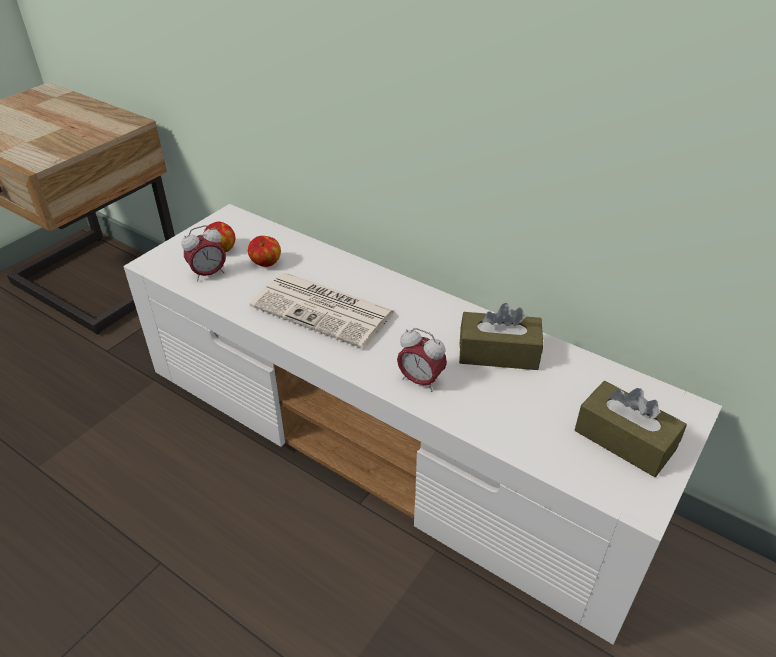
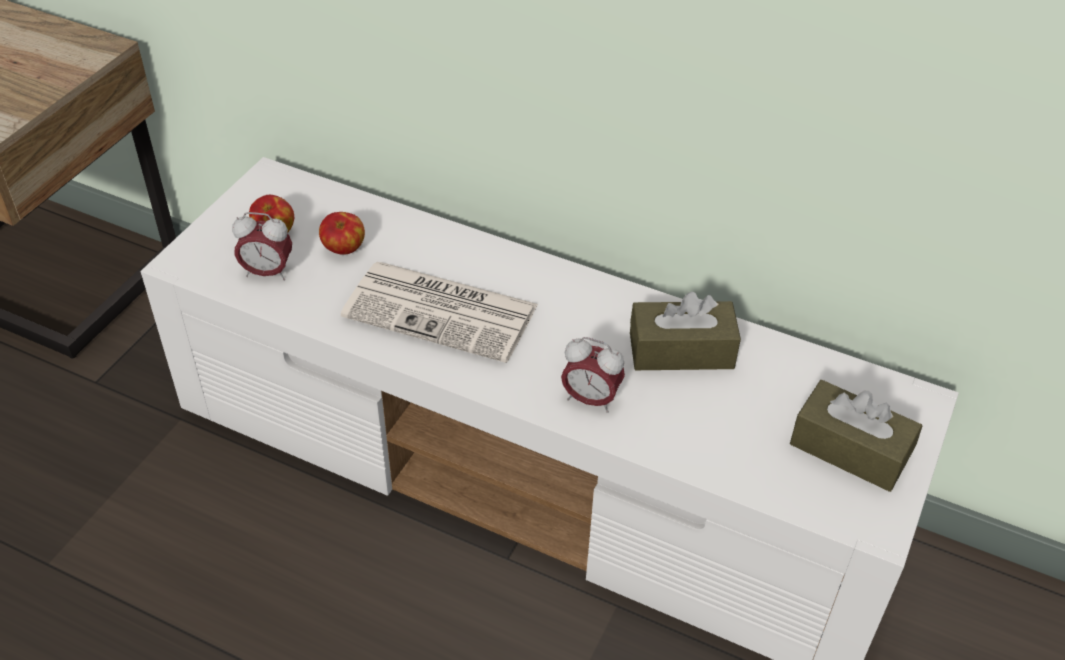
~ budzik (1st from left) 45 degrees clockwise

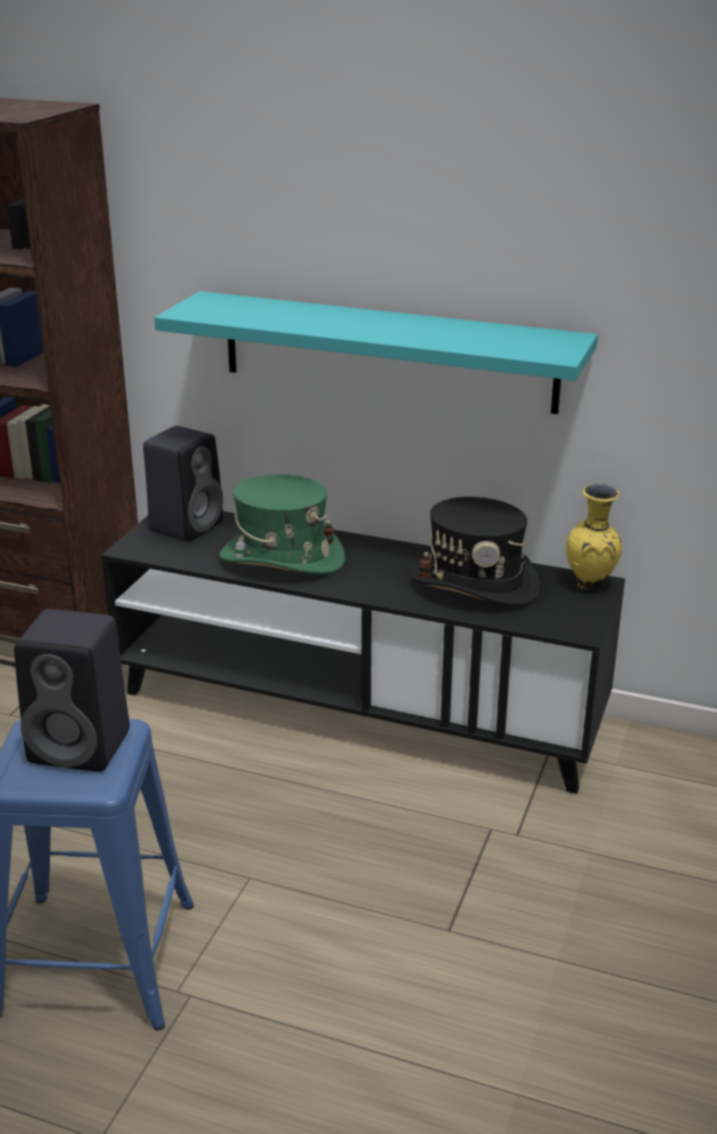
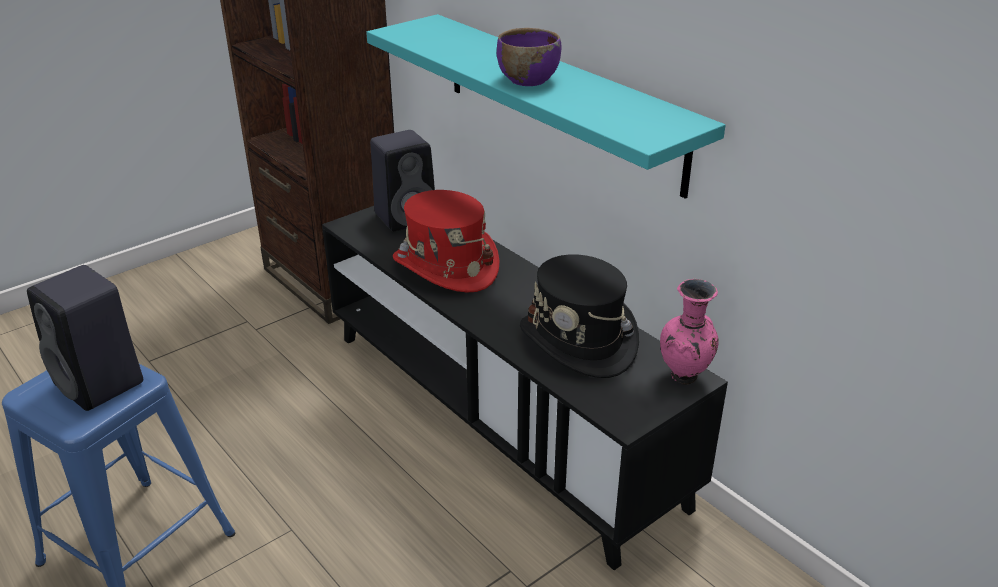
~ kapelusz [zielony] to kapelusz [czerwony]
+ miska [fioletowy]
~ wazon [żółty] to wazon [różowy]

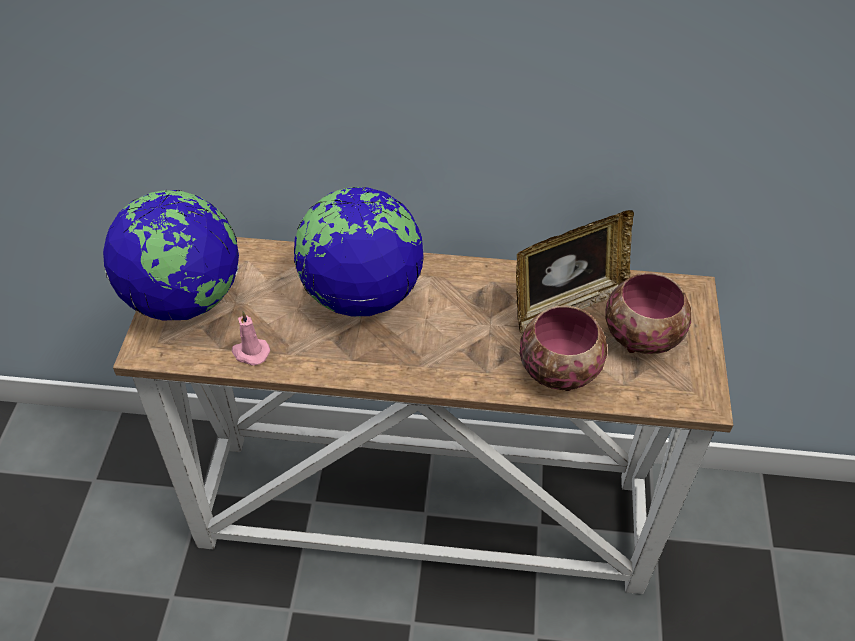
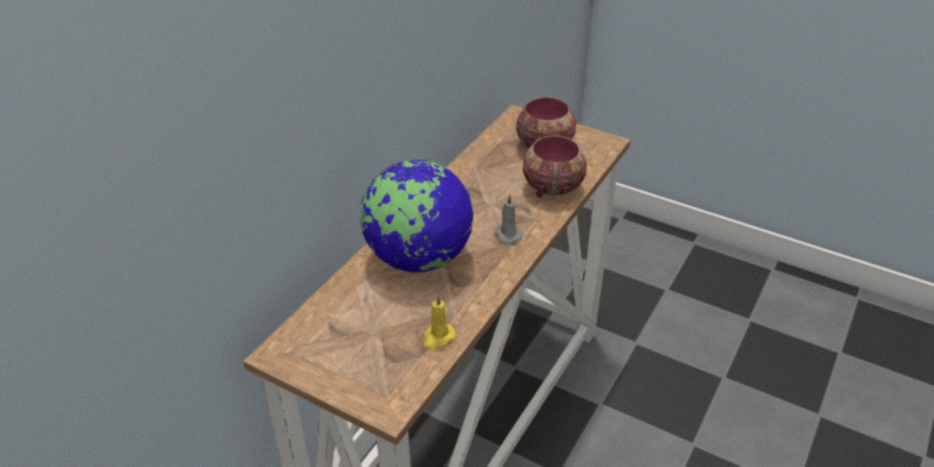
~ świeca [różowy] to świeca [żółty]
+ świeca [szary]
- globus (1st from left)
- ramka na zdjęcie

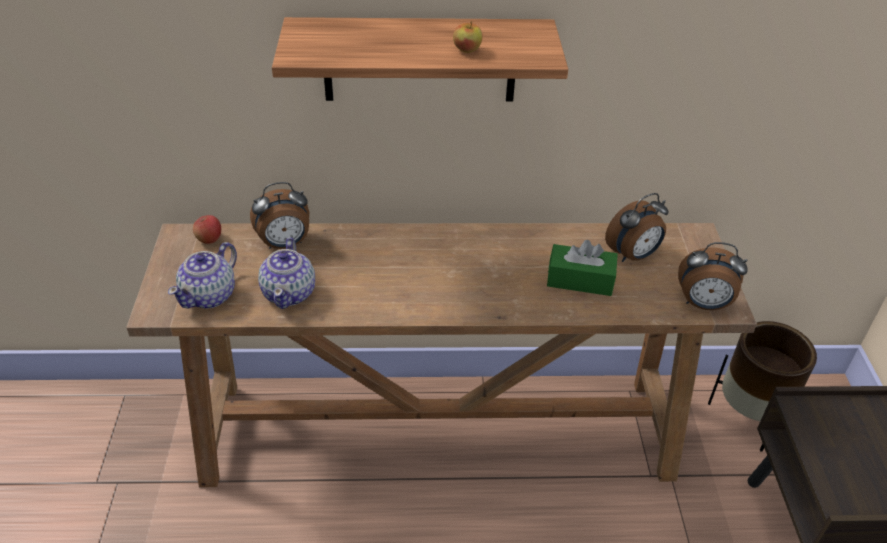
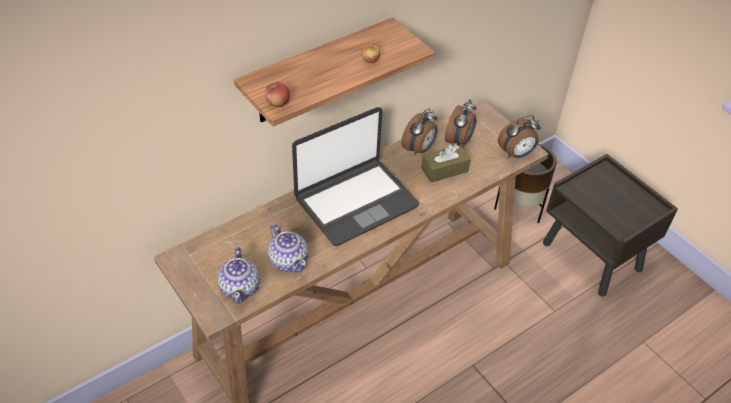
~ jabłko (1st from left)
+ laptop
~ budzik (1st from left)
~ pudełko chusteczek [zielony] to pudełko chusteczek [brązowy]

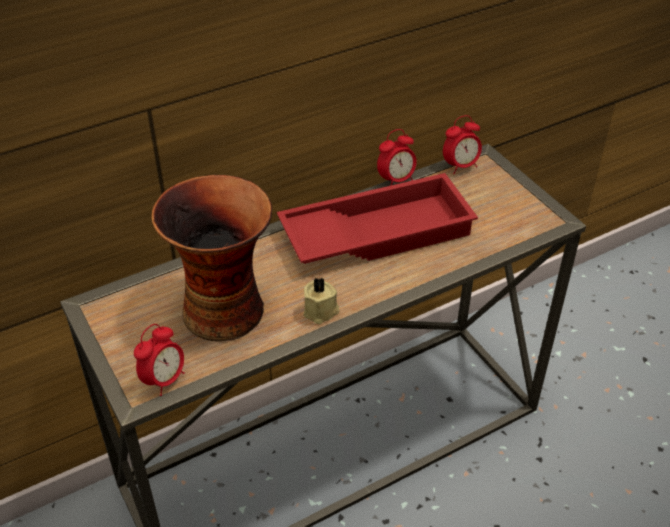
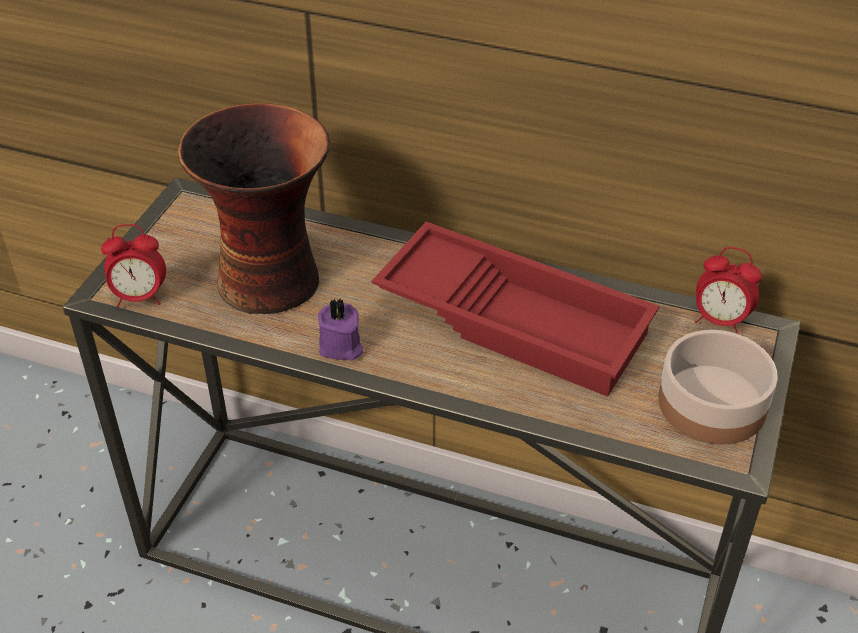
~ świeca [beżowy] to świeca [fioletowy]
+ miska
- budzik (2nd from left)

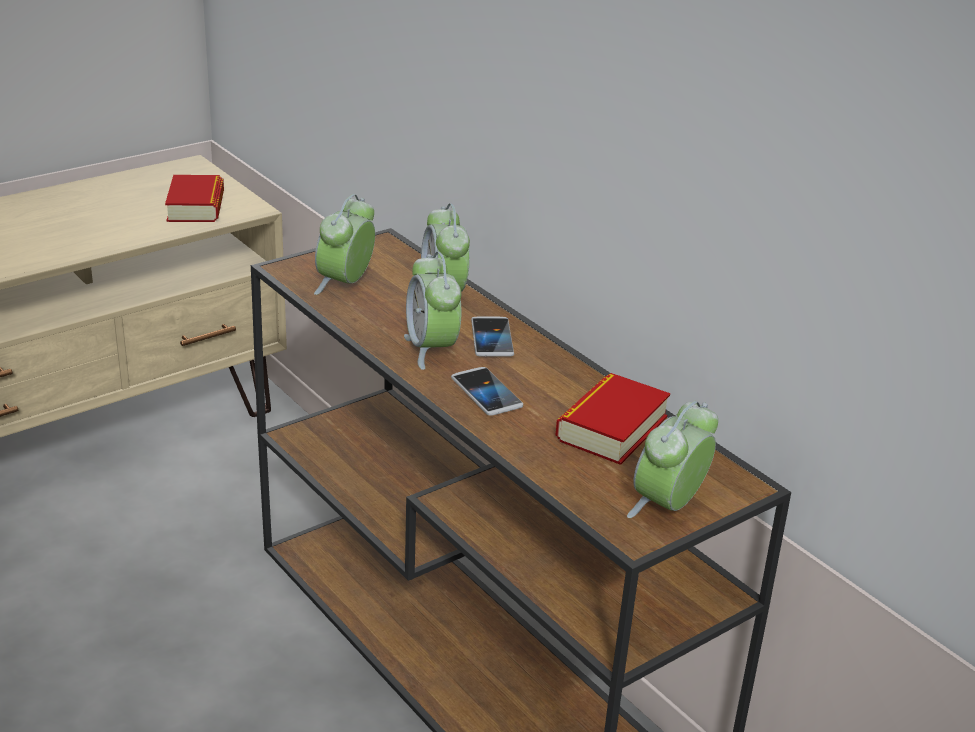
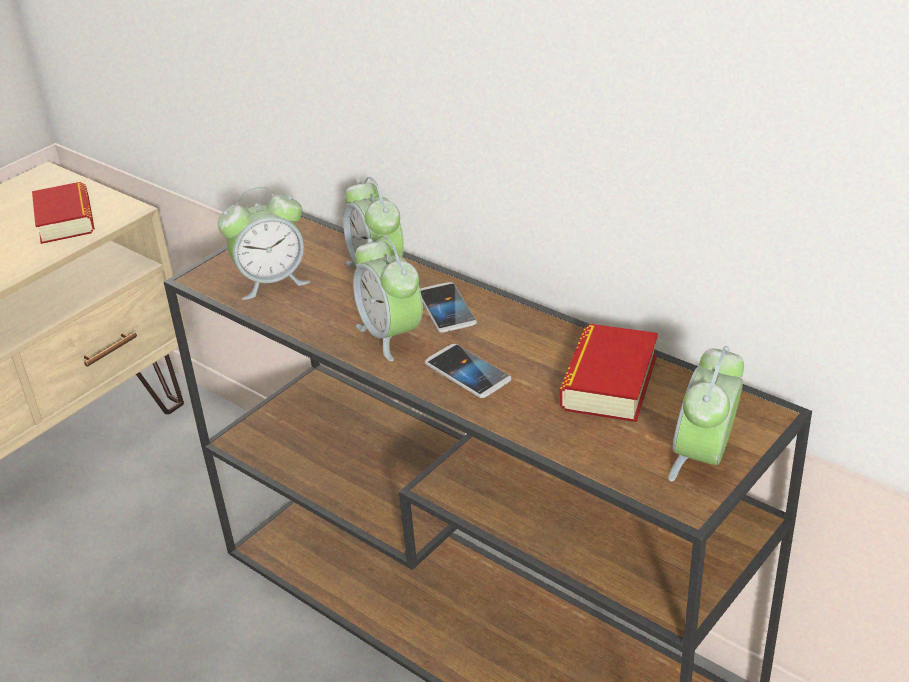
~ budzik (1st from left) 120 degrees counterclockwise

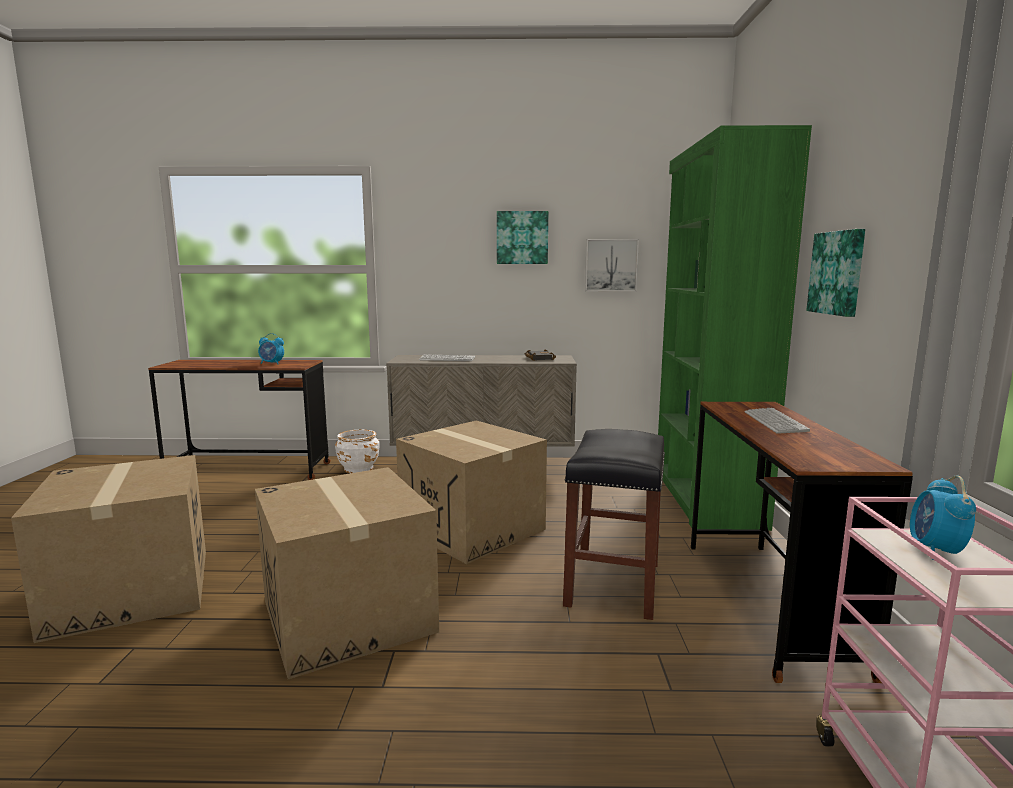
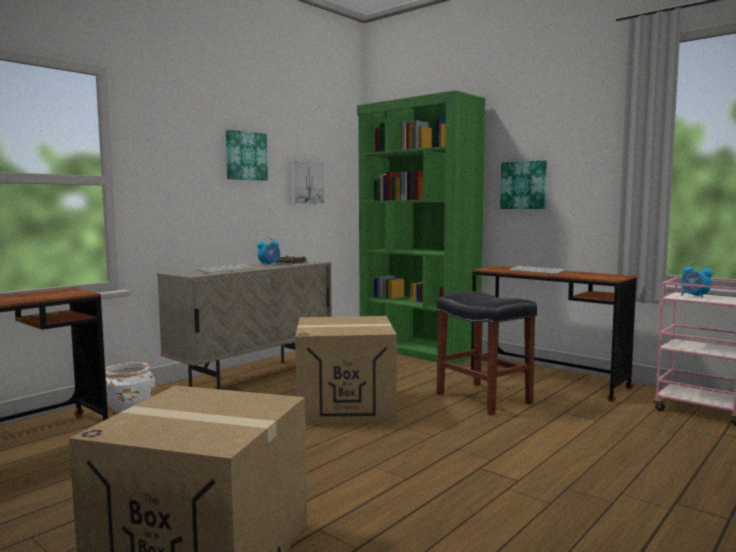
~ budzik (1st from left)
- karton (2nd from left)

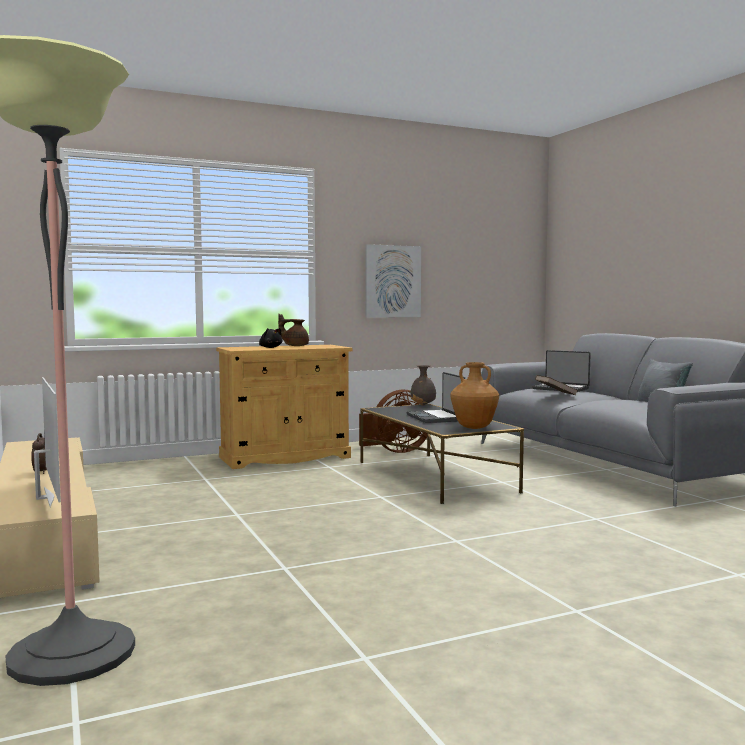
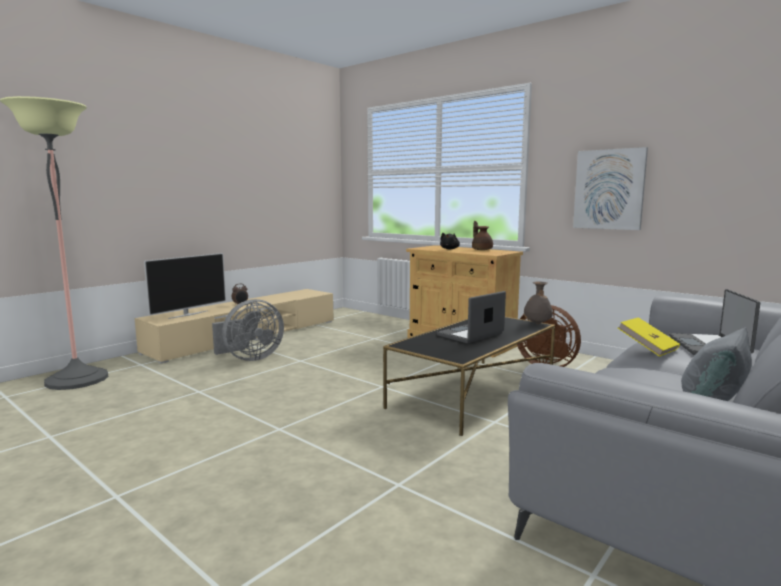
+ wentylator [szary]
~ książka [brązowy] to książka [żółty]
- wazon [brązowy]

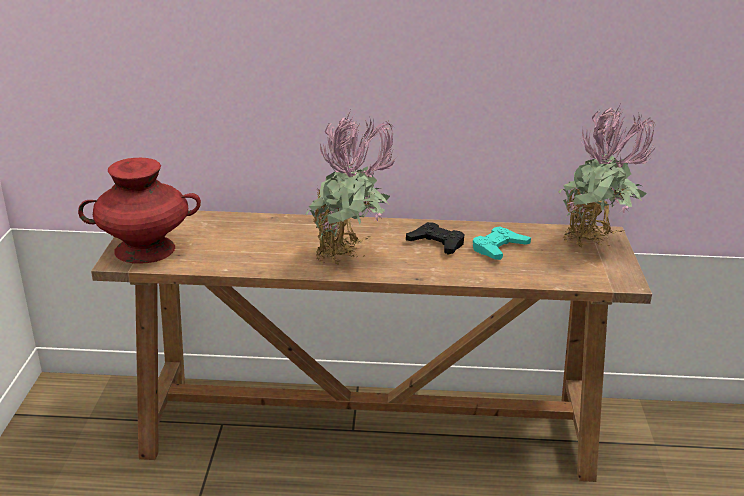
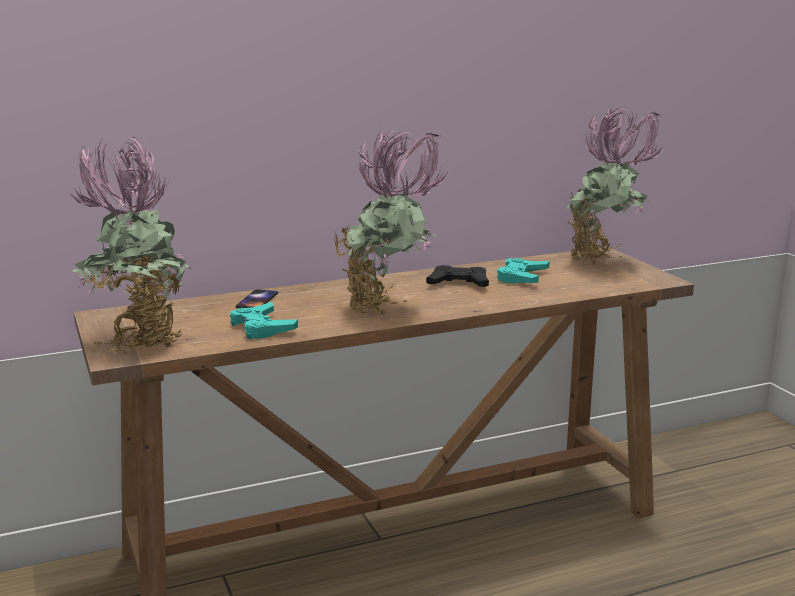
~ wazon [czerwony] to roślina doniczkowa (1st from left)
+ pad do gier [turkusowy] (1st from left)
+ telefon

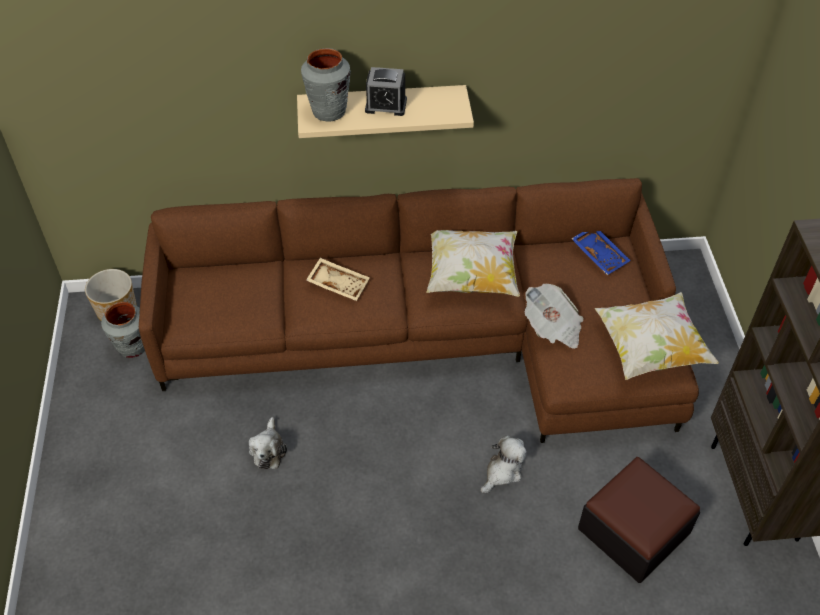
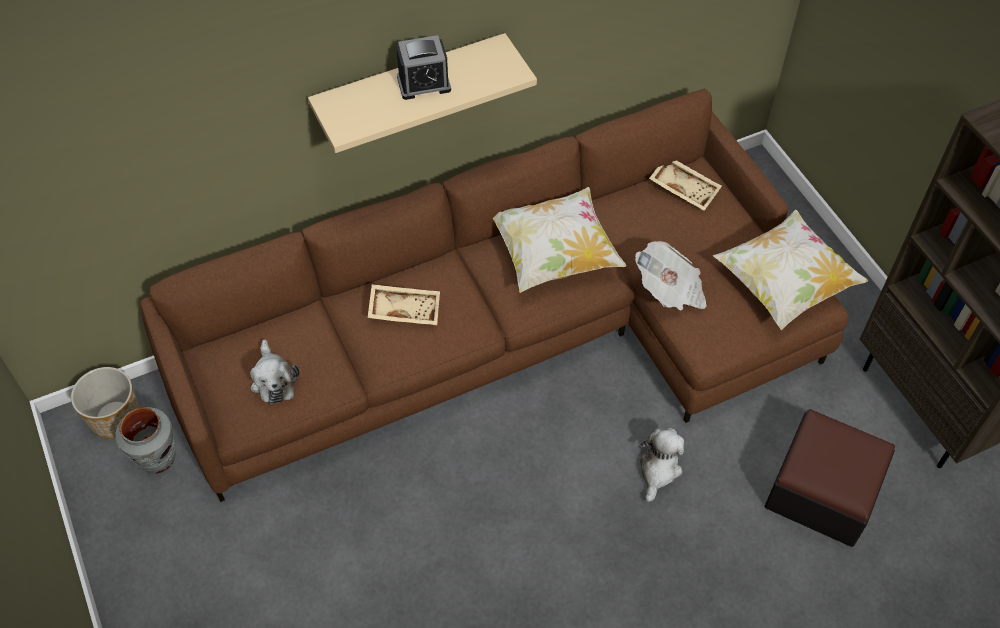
~ pluszak (1st from left)
~ taca [niebieski] to taca [beżowy] (2nd from left)
- wazon [szary] (2nd from left)

